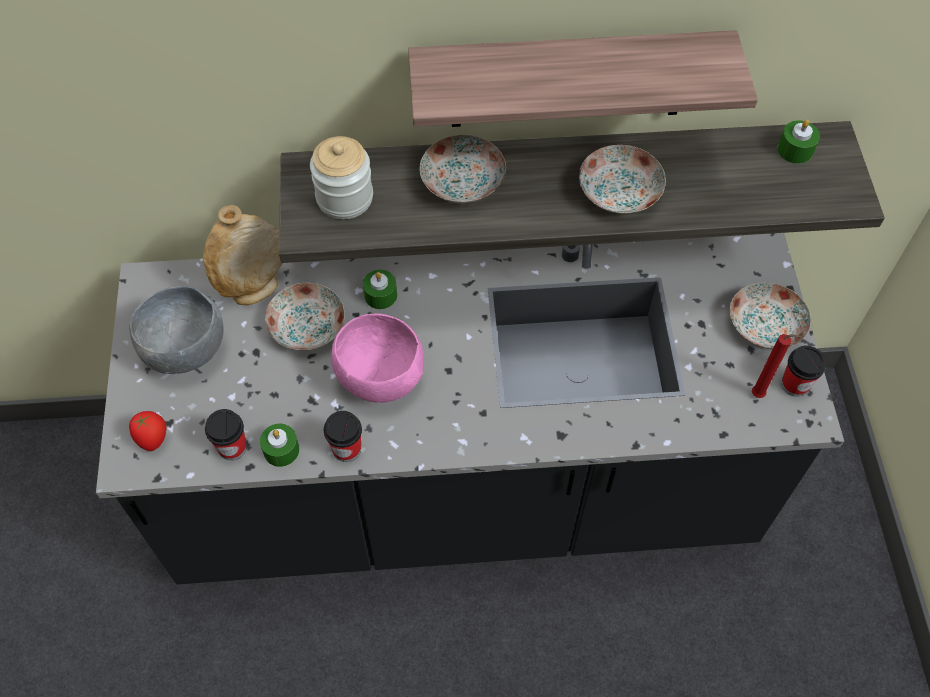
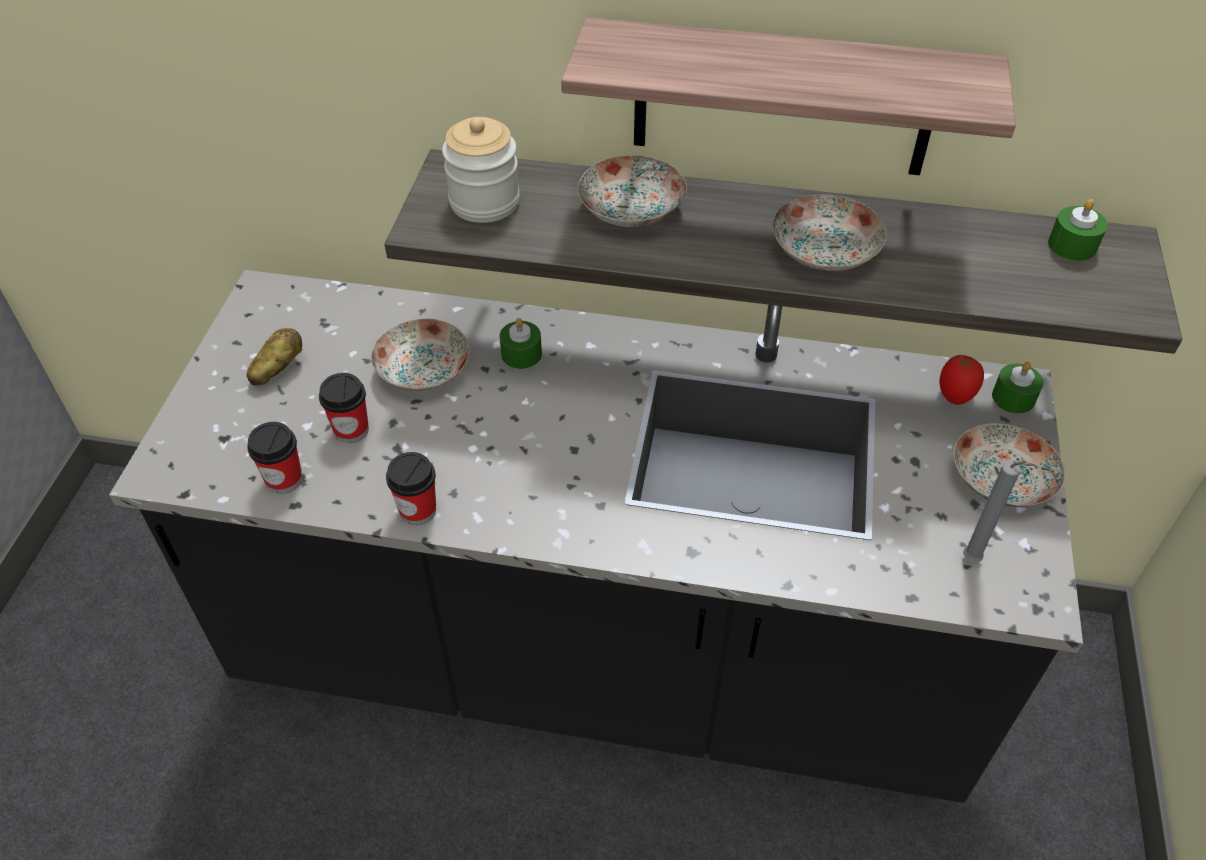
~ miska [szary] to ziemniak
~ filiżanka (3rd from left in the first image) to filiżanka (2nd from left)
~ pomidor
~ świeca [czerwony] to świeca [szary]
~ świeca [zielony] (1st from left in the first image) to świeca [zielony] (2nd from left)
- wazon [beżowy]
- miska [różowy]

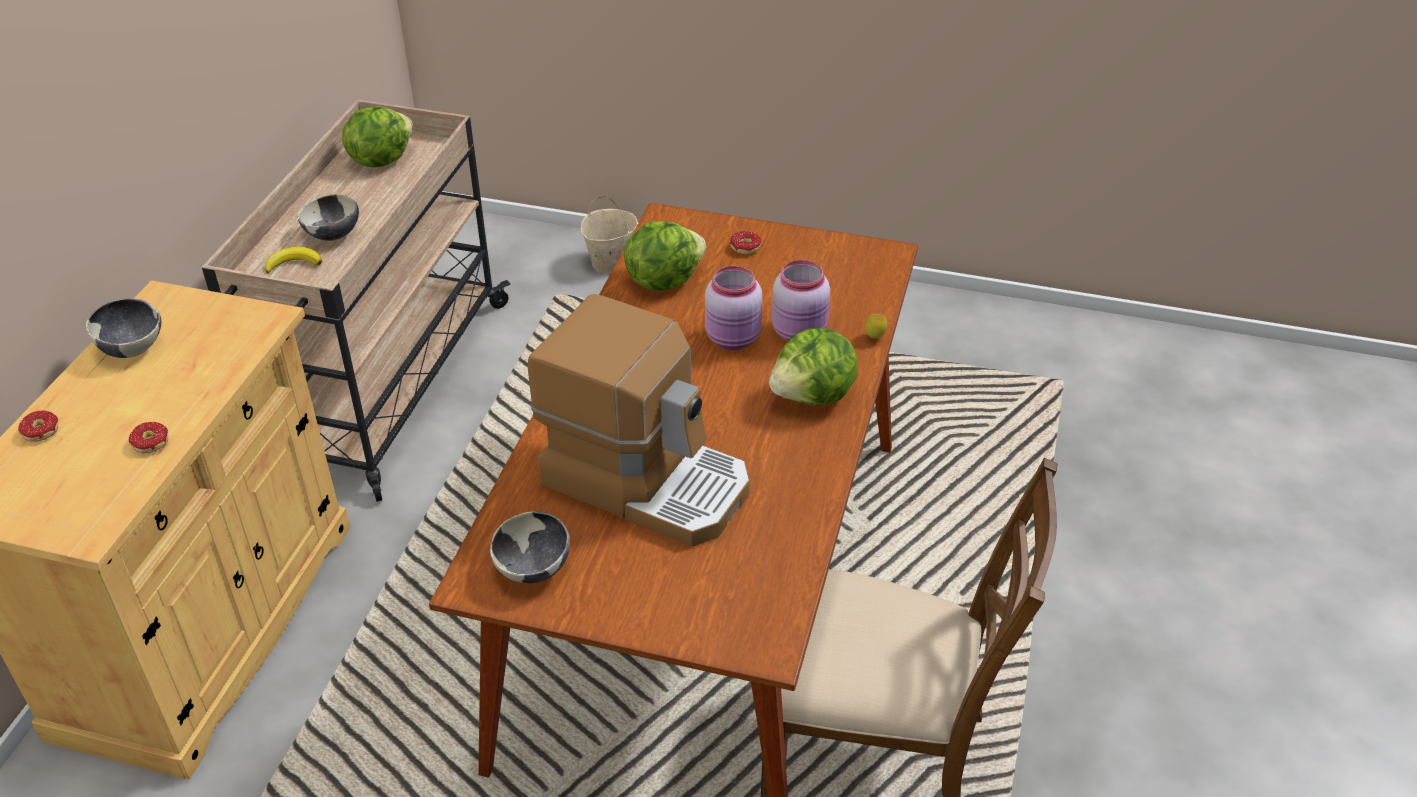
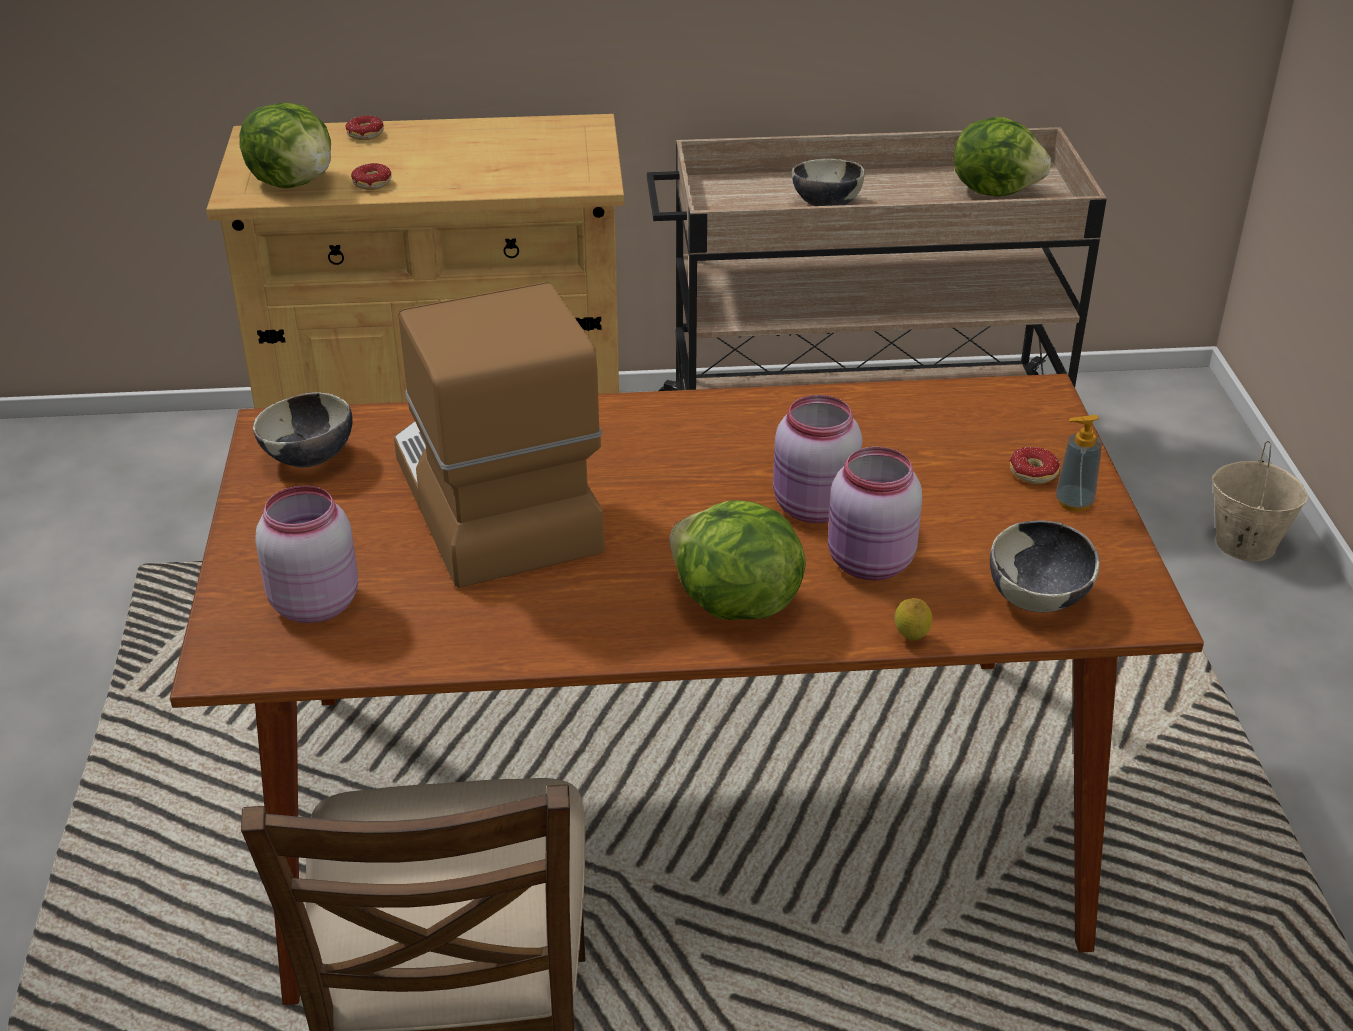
~ sałata (2nd from left in the first image) to sałata (1st from left)
+ słoik [różowy] (1st from left)
~ ekspres do kawy 150 degrees clockwise
~ miska (1st from left in the first image) to miska (3rd from left)
+ dozownik mydła
- banan

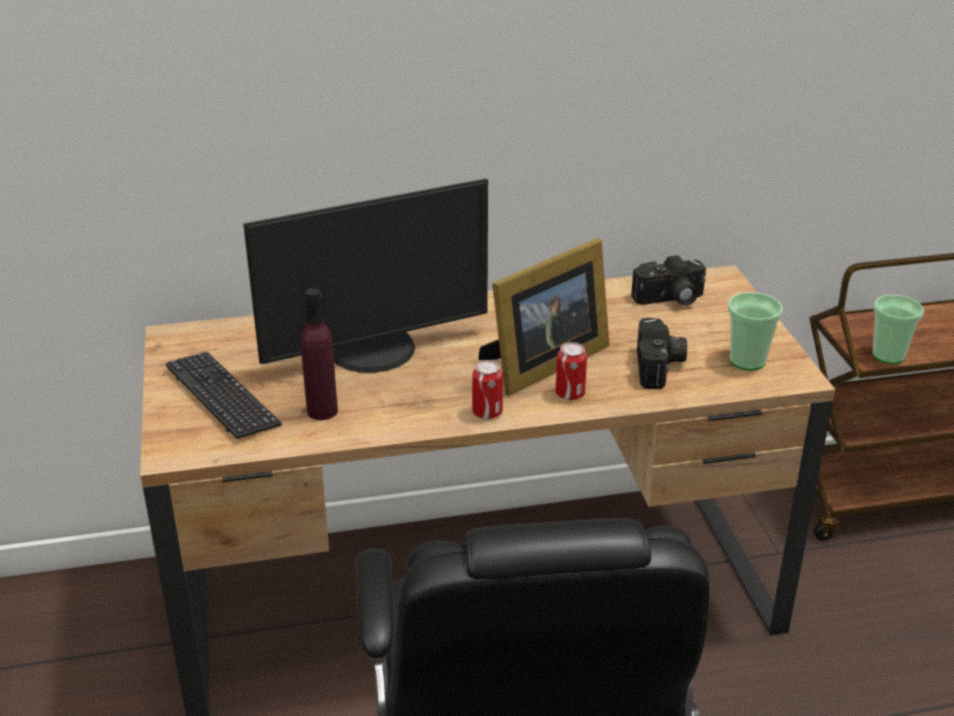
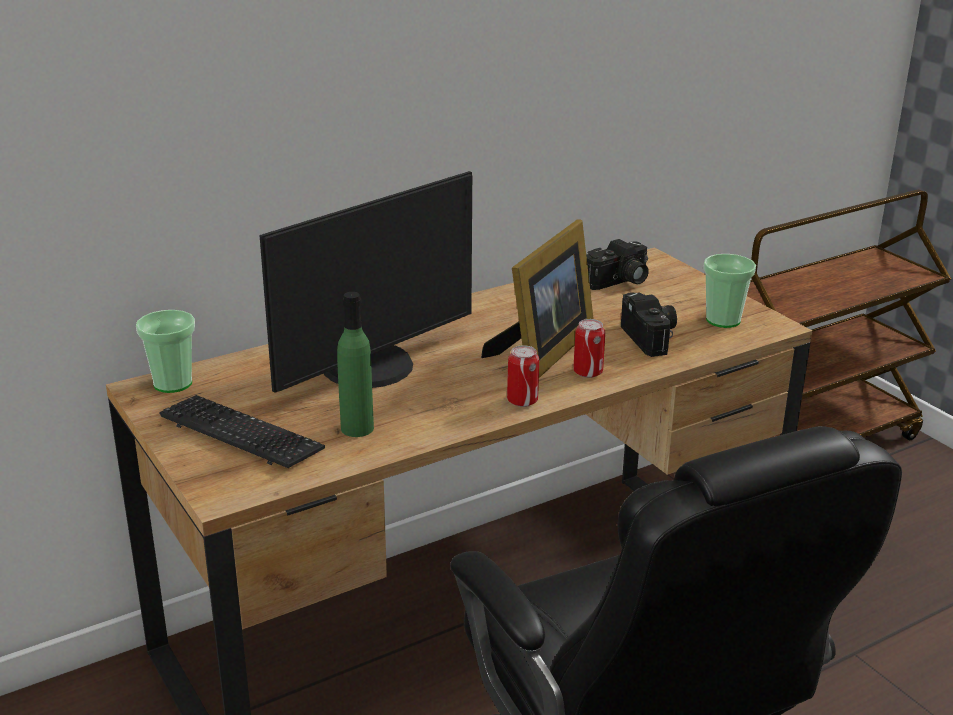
~ filiżanka (2nd from left in the first image) to filiżanka (1st from left)
~ butelka [fioletowy] to butelka [zielony]

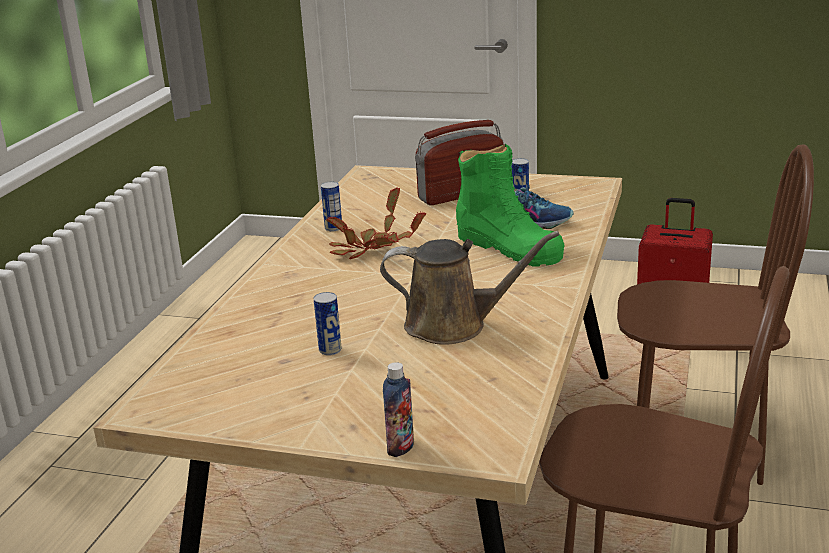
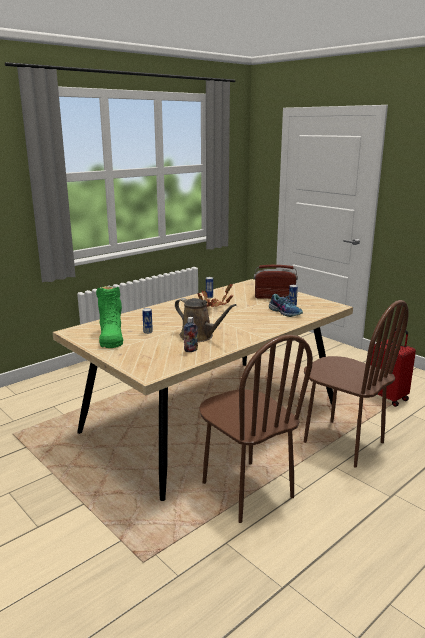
~ but z cholewką [zielony]
~ butelka

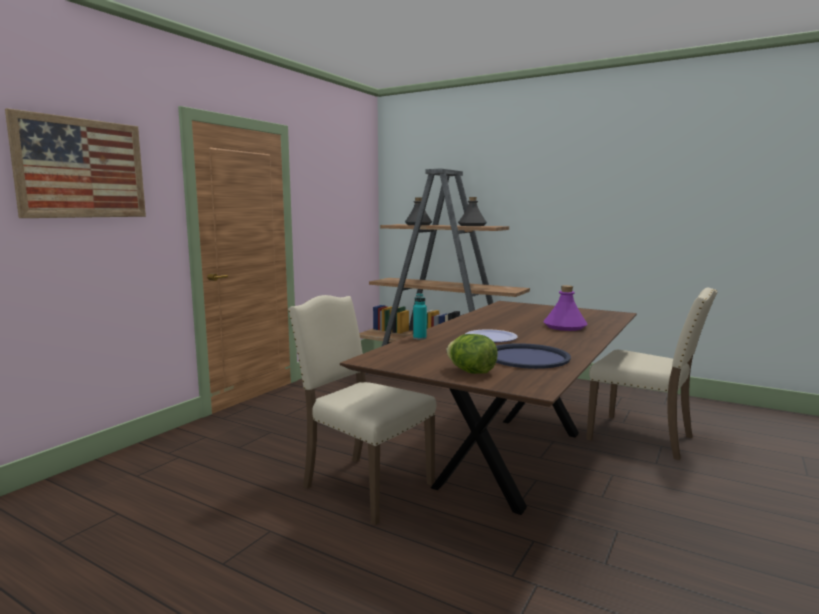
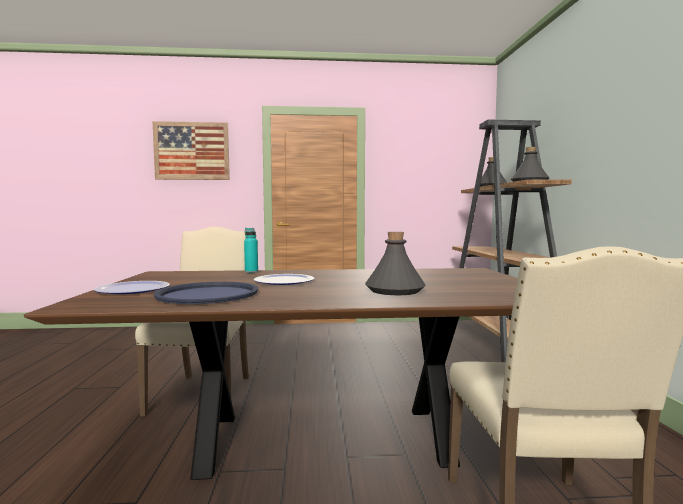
~ sałata to talerz (1st from left)
~ butelka [fioletowy] to butelka [szary] (1st from left)

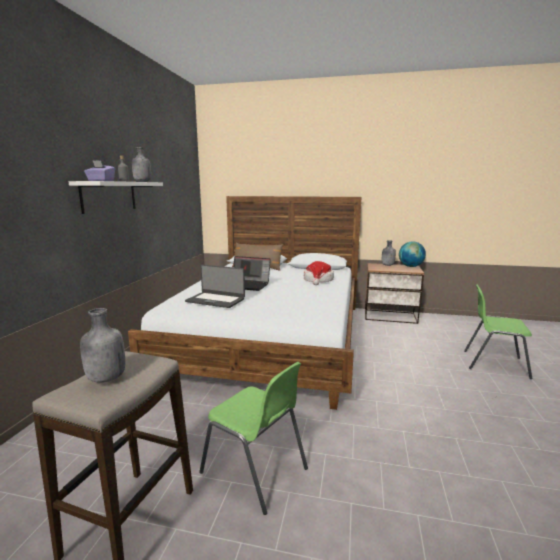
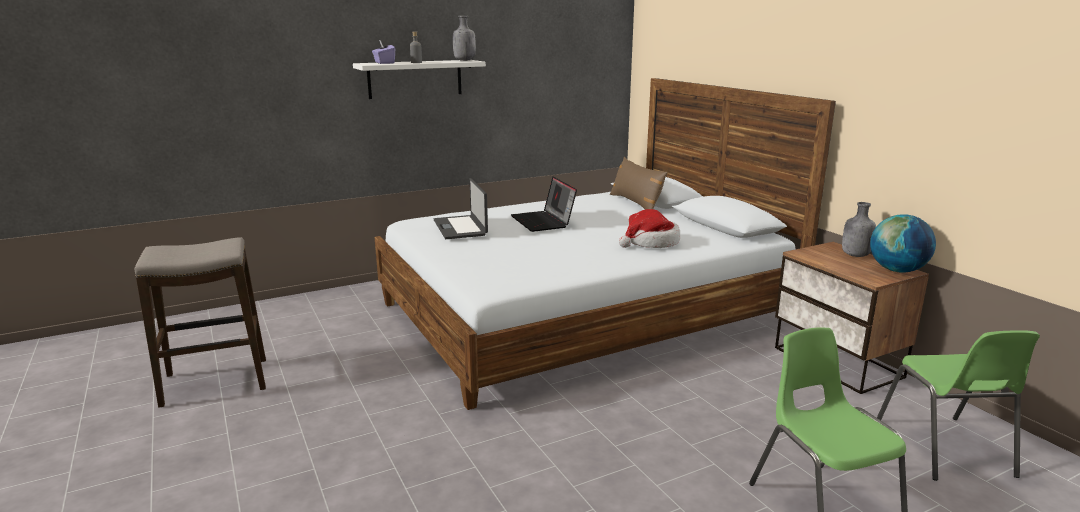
~ krzesło [zielony] (1st from left in the first image) to krzesło [zielony] (2nd from left)
- butelka [szary] (1st from left)

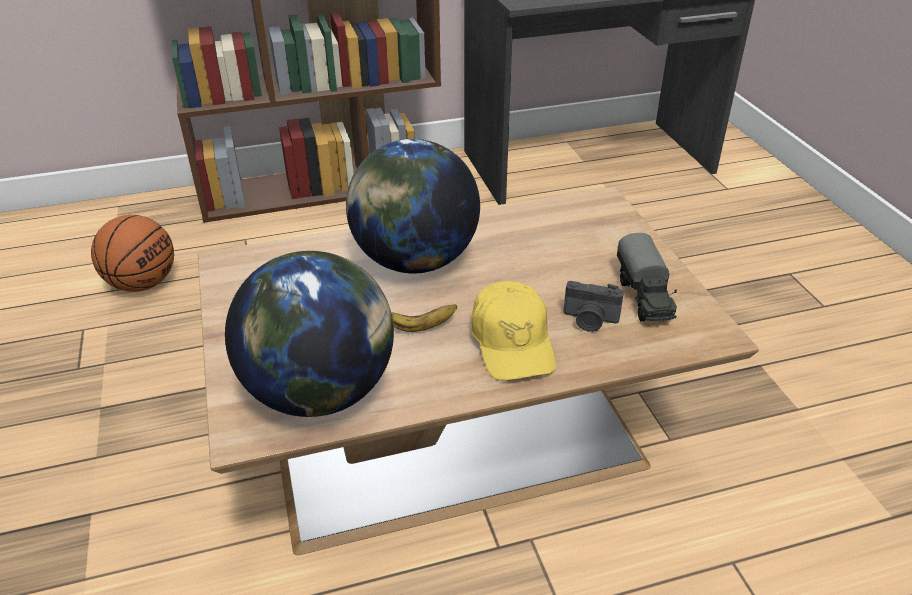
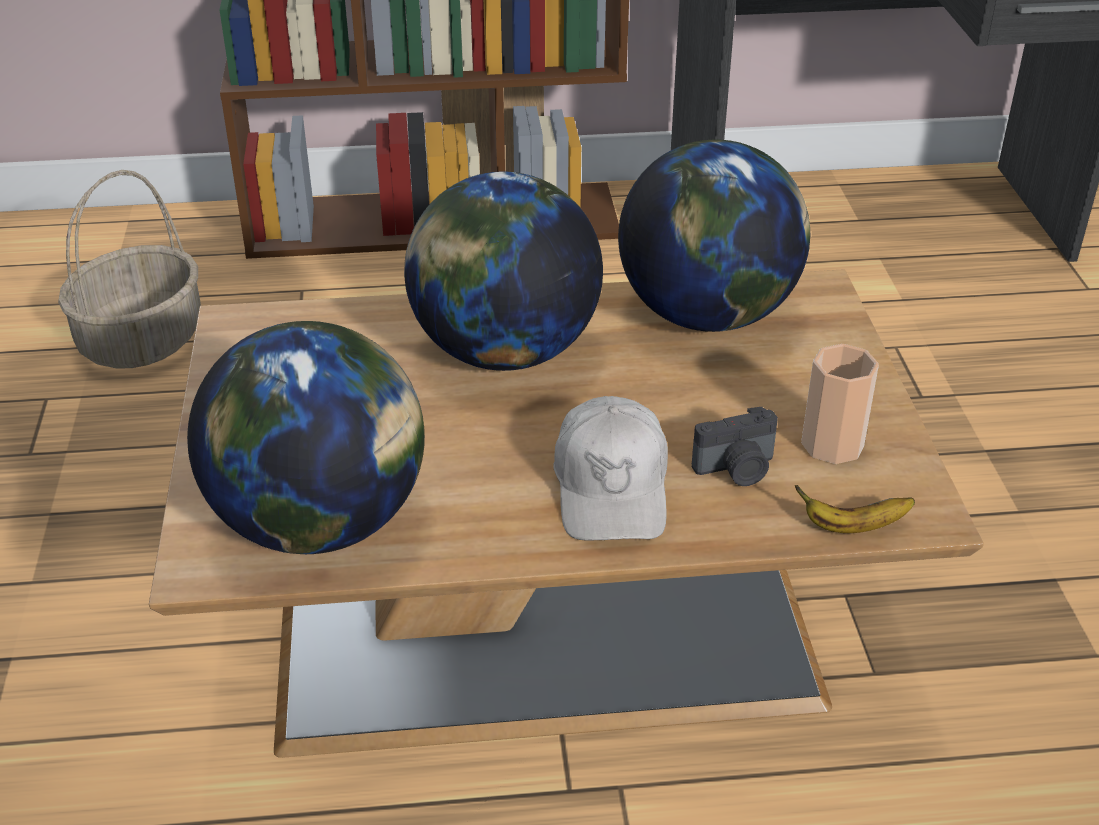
~ piłka do koszykówki to koszyk
~ czapka z daszkiem [żółty] to czapka z daszkiem [biały]
+ globus (3rd from left)
~ aparat fotograficzny 45 degrees counterclockwise
~ banan
~ ciężarówka zabawkowa to filiżanka

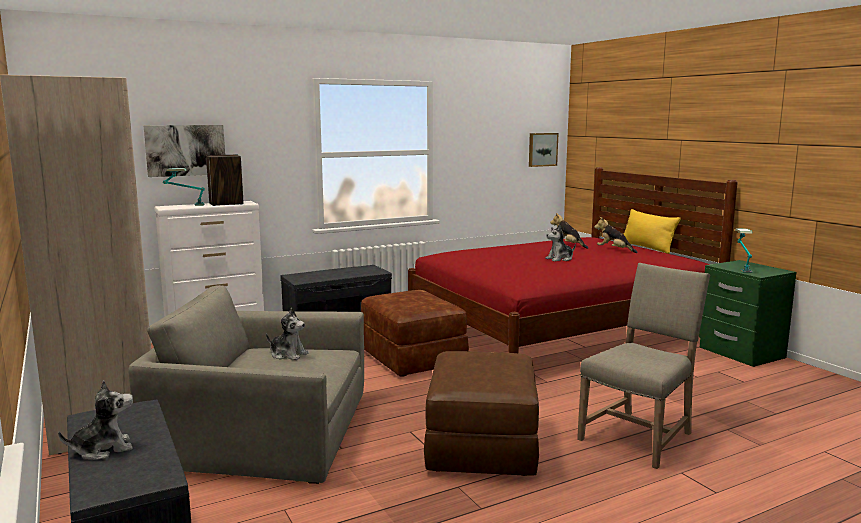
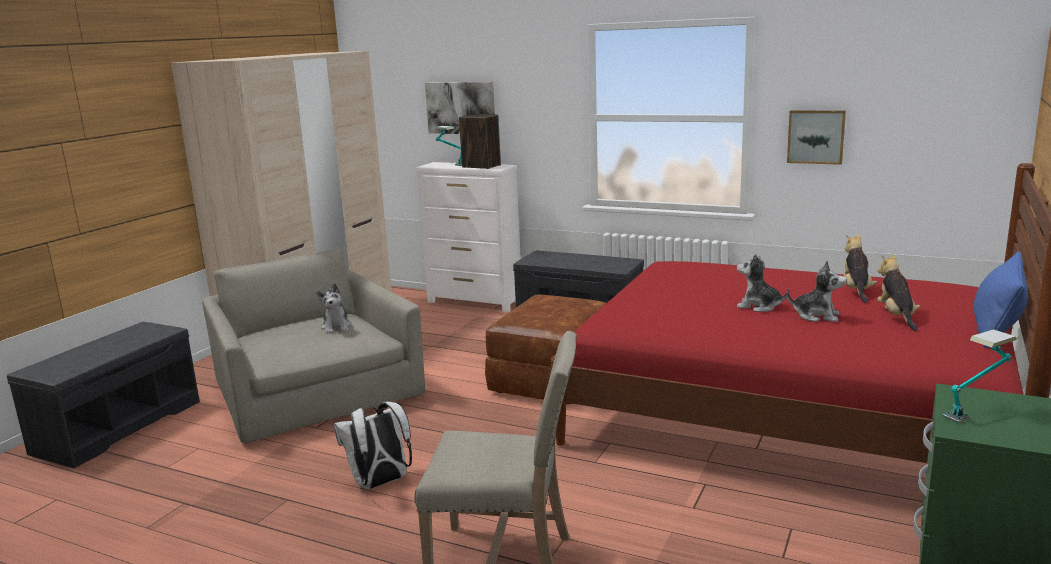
~ pufa [brązowy] (2nd from left) to plecak [biały]
~ obraz (2nd from left)
~ pluszak (1st from left in the first image) to pluszak (3rd from left)
~ poduszka [żółty] to poduszka [niebieski]

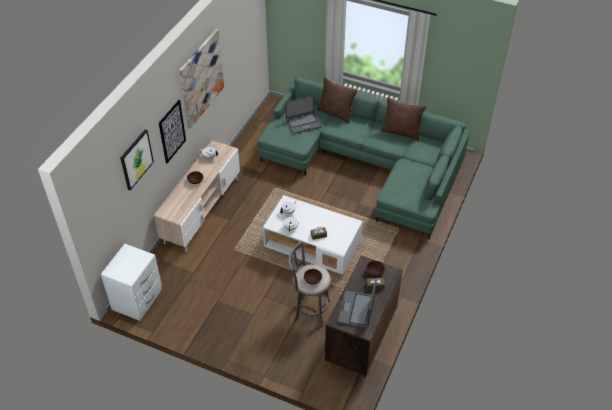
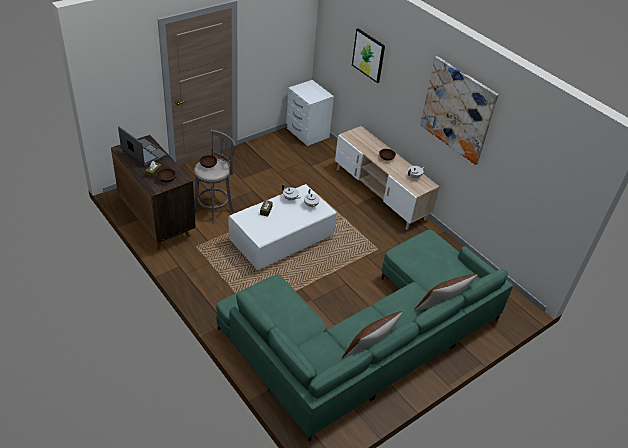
- obraz (2nd from left)
- laptop (1st from left)

